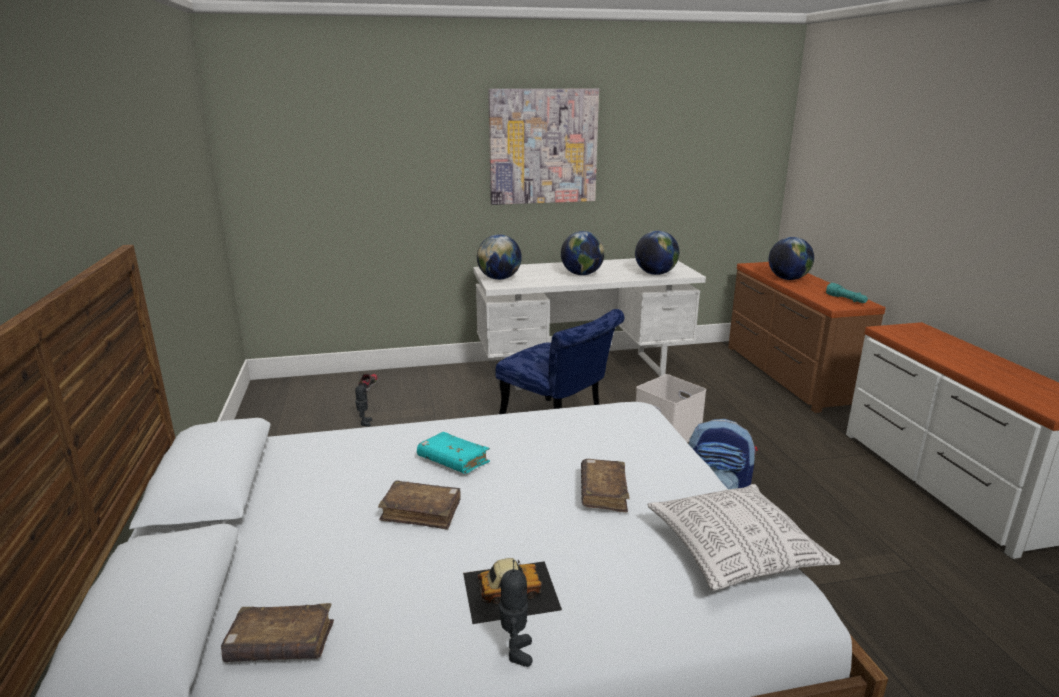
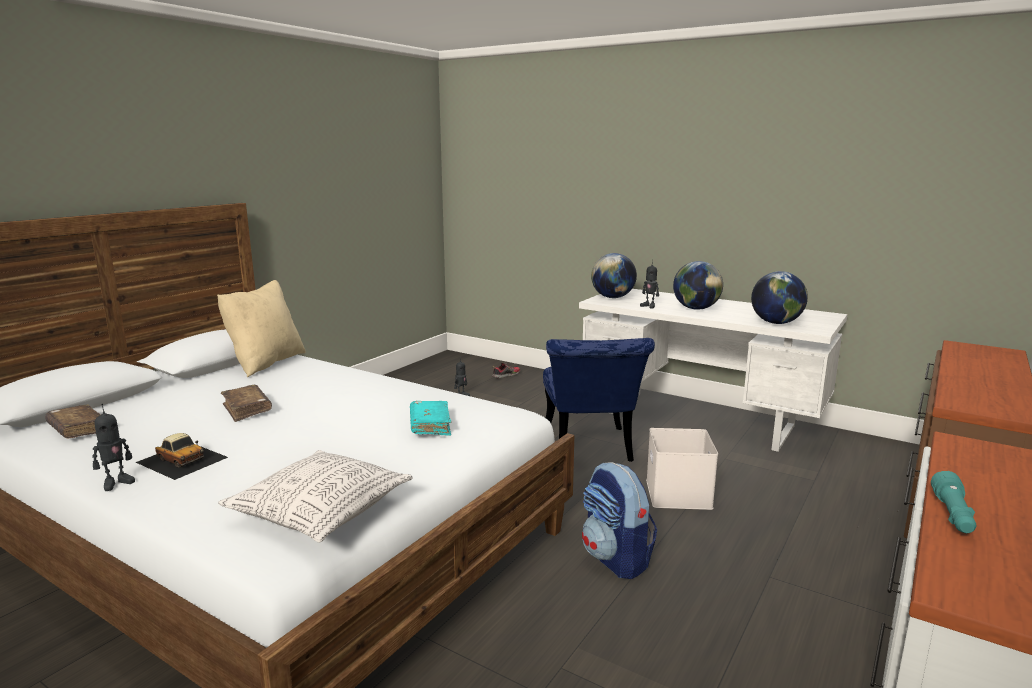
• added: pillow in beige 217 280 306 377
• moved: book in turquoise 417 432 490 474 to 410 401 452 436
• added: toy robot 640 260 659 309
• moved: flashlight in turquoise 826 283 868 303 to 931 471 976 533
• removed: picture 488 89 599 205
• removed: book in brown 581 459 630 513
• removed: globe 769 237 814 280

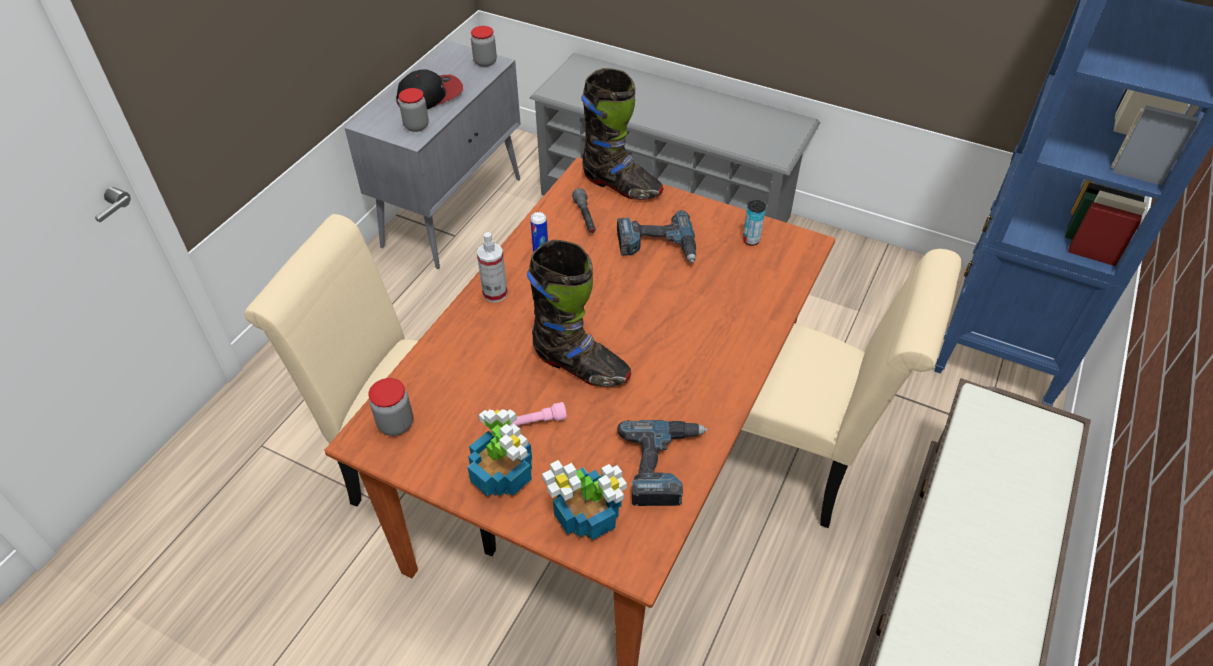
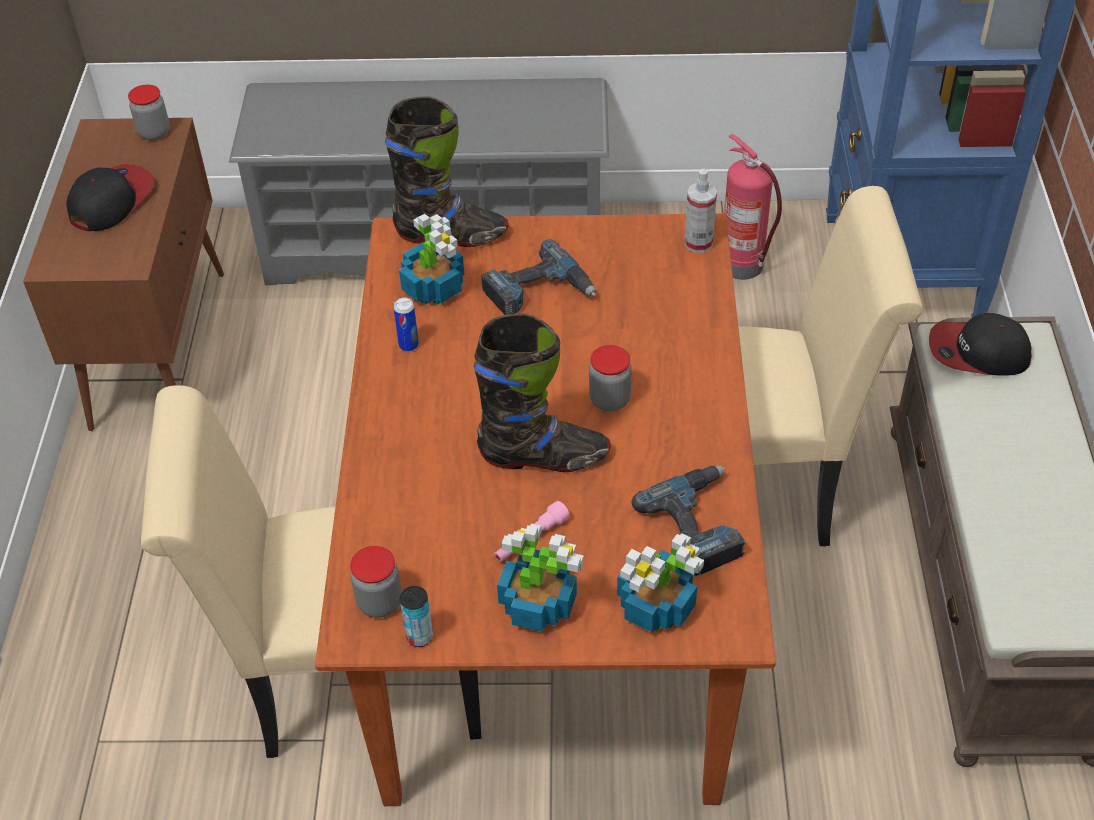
• recoloured: cabinet in grey 345 41 521 269 to cabinet in brown 23 118 224 431
• replaced: flashlight in grey 572 188 596 233 to potted plant 399 214 464 305
• moved: can 743 200 766 246 to 400 586 433 647
• moved: jar 399 88 429 132 to 589 345 632 411
• moved: spray bottle 477 232 508 303 to 684 169 717 253
• added: fire extinguisher 724 134 782 280
• added: cap 929 313 1032 376

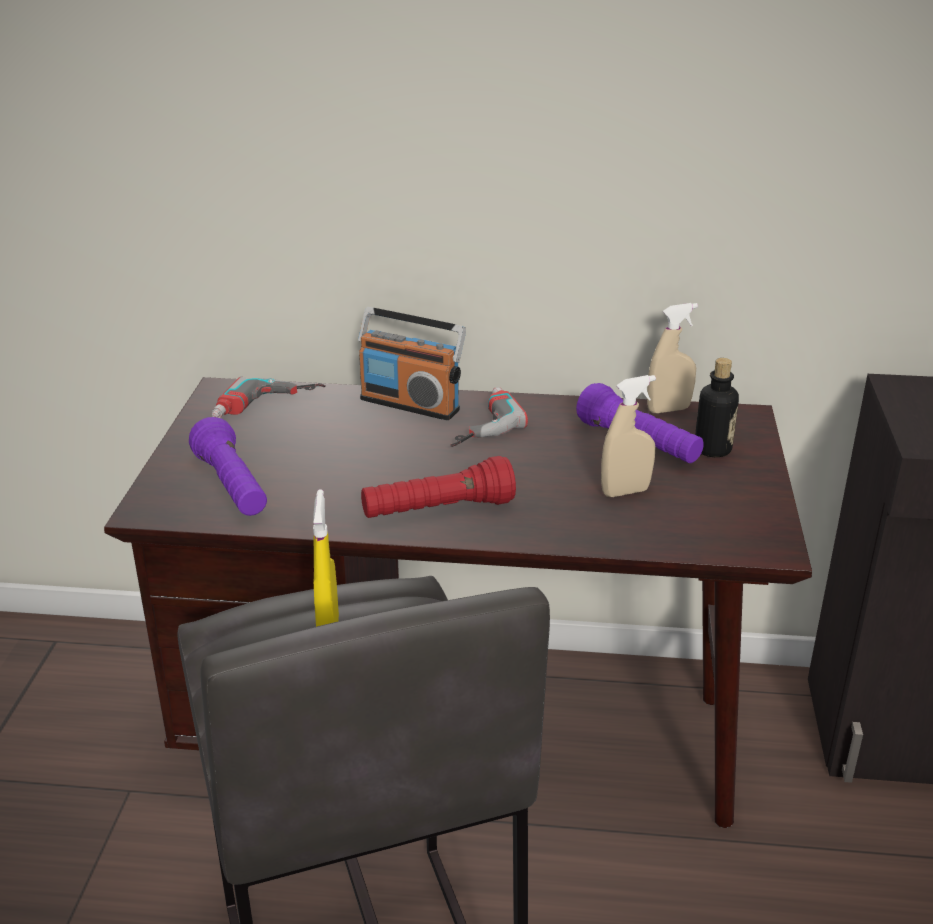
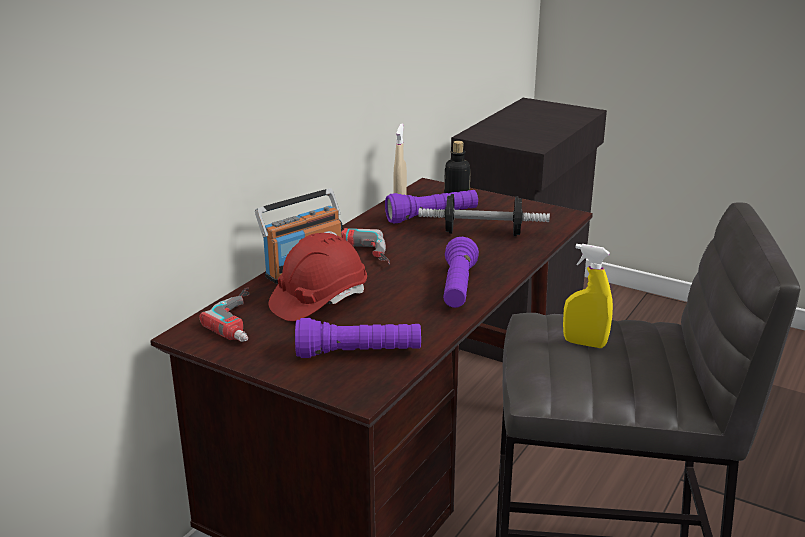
• added: hard hat in red 269 233 367 321
• replaced: spray bottle in beige 601 375 656 497 to dumbbell 418 194 550 236
• recoloured: flashlight in red 361 456 516 518 to flashlight in purple 443 237 479 308

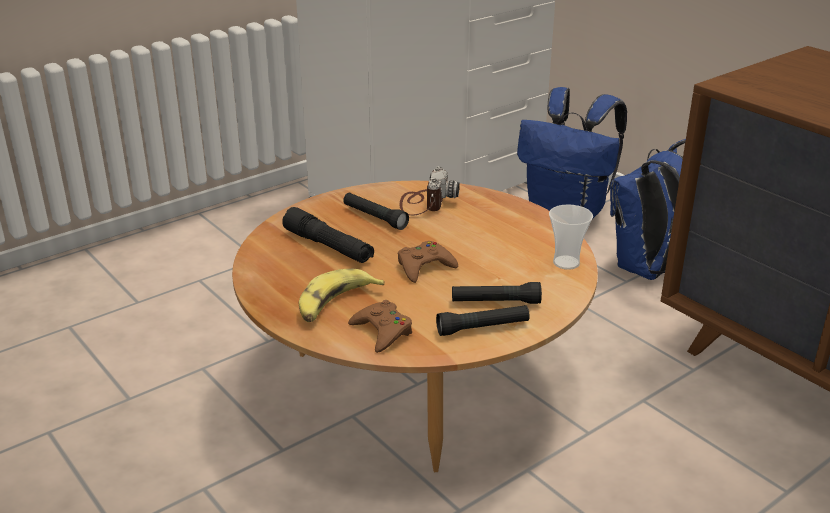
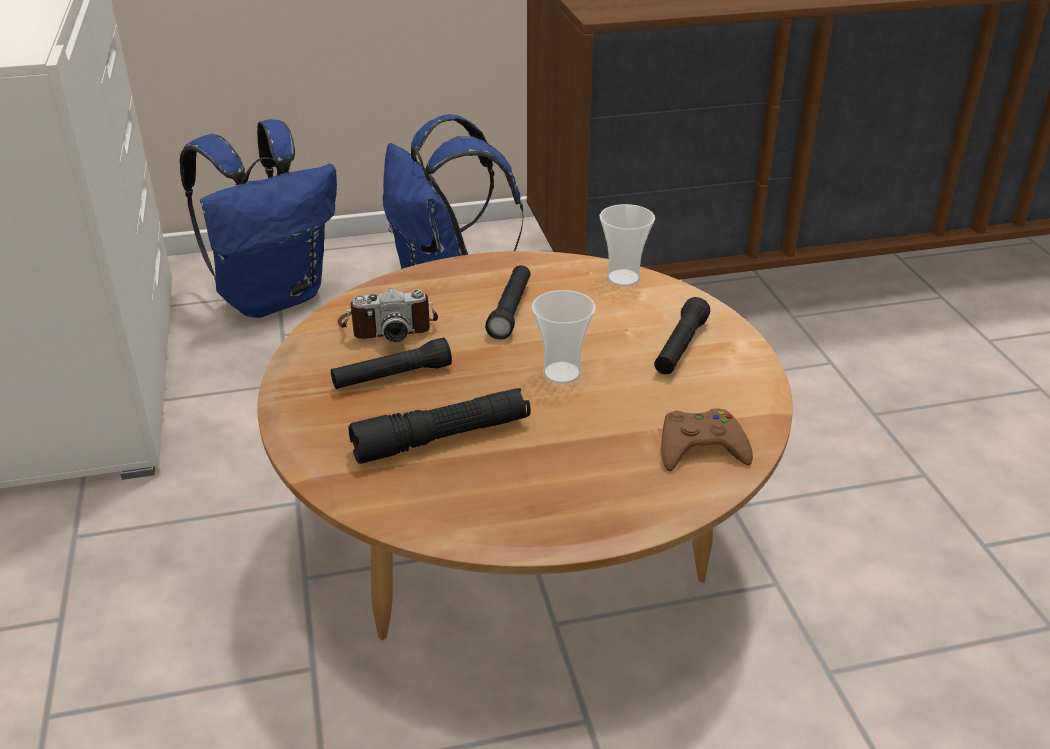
• turned: photo camera 400 166 460 215 = 337 288 438 342 135 degrees clockwise
• moved: flashlight in black 436 305 530 336 to 485 265 531 340
• replaced: game controller in brown 398 241 458 283 to cup 532 290 596 384
• removed: banana 299 269 385 322

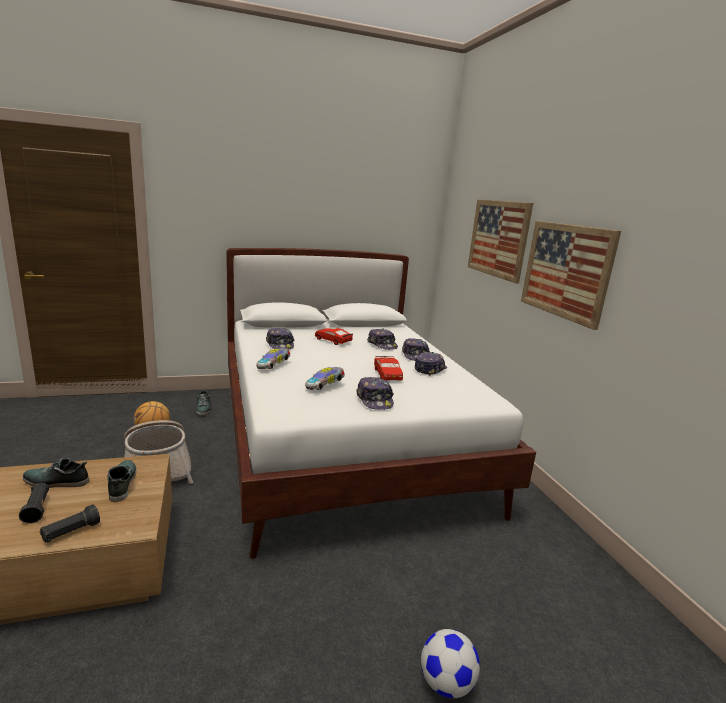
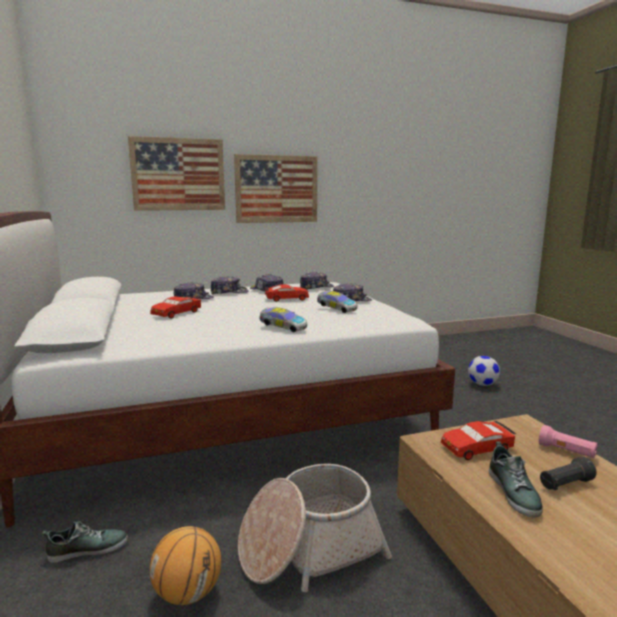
• moved: cap 266 328 294 350 to 300 272 334 290
• replaced: shoe 107 460 137 502 to toy car in red 441 421 516 460
• recoloured: flashlight in black 40 504 100 543 to flashlight in pink 539 425 598 458

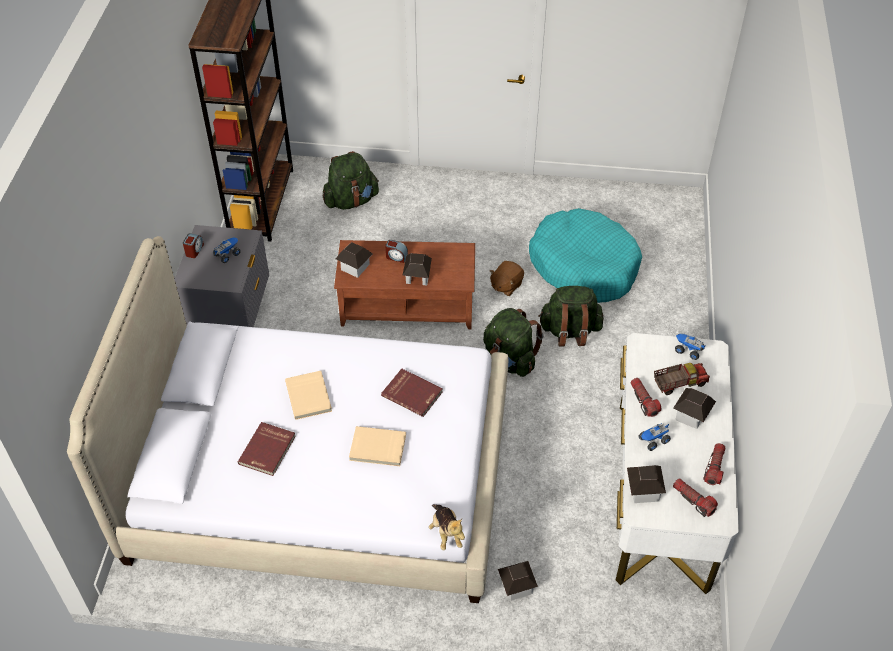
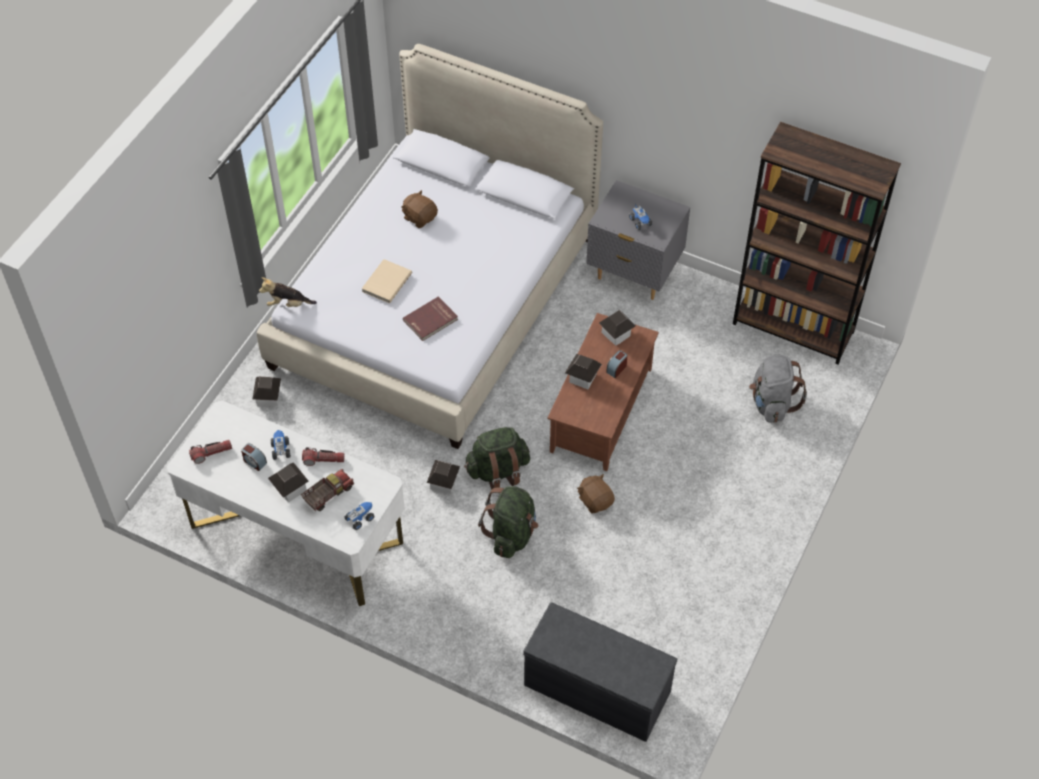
• moved: alarm clock 183 233 204 258 to 241 443 267 471
• turned: toy truck 654 363 710 395 = 301 469 354 511 135 degrees counterclockwise
• replaced: book in red 238 422 296 476 to plush toy in brown 401 190 438 228
• moved: toy house 627 465 666 503 to 427 460 460 494
• added: bench in grey 523 602 677 742
• recoloured: backpack in green 323 151 379 210 to backpack in grey 749 355 807 423
• removed: book in beige 285 371 332 420
• removed: dog bed in turquoise 529 208 642 303
• removed: flashlight 703 443 725 485

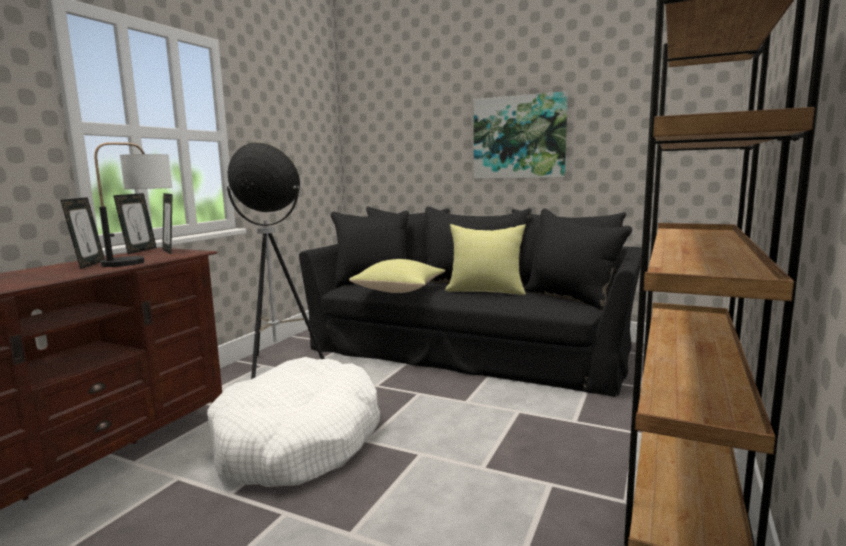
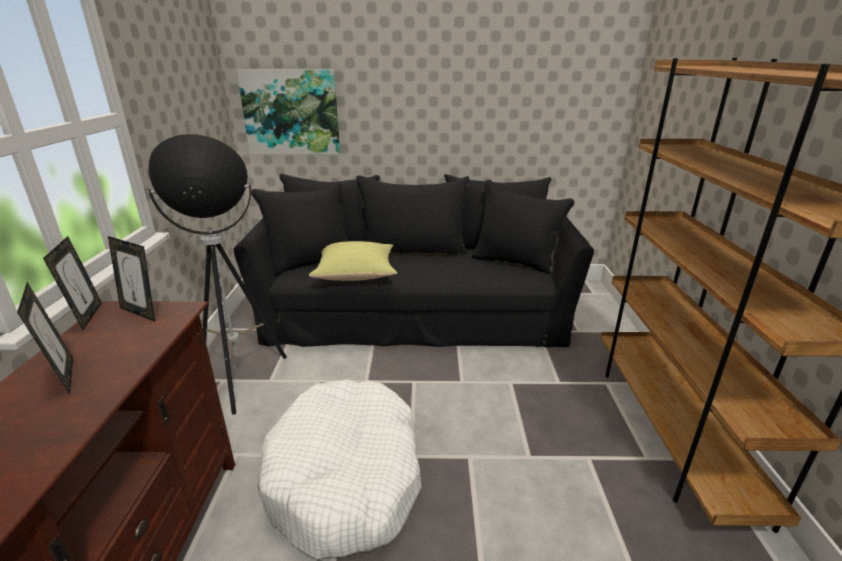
• moved: picture 474 91 568 179 to 237 70 340 154
• removed: table lamp 94 142 172 267
• removed: pillow in yellow 445 224 526 295

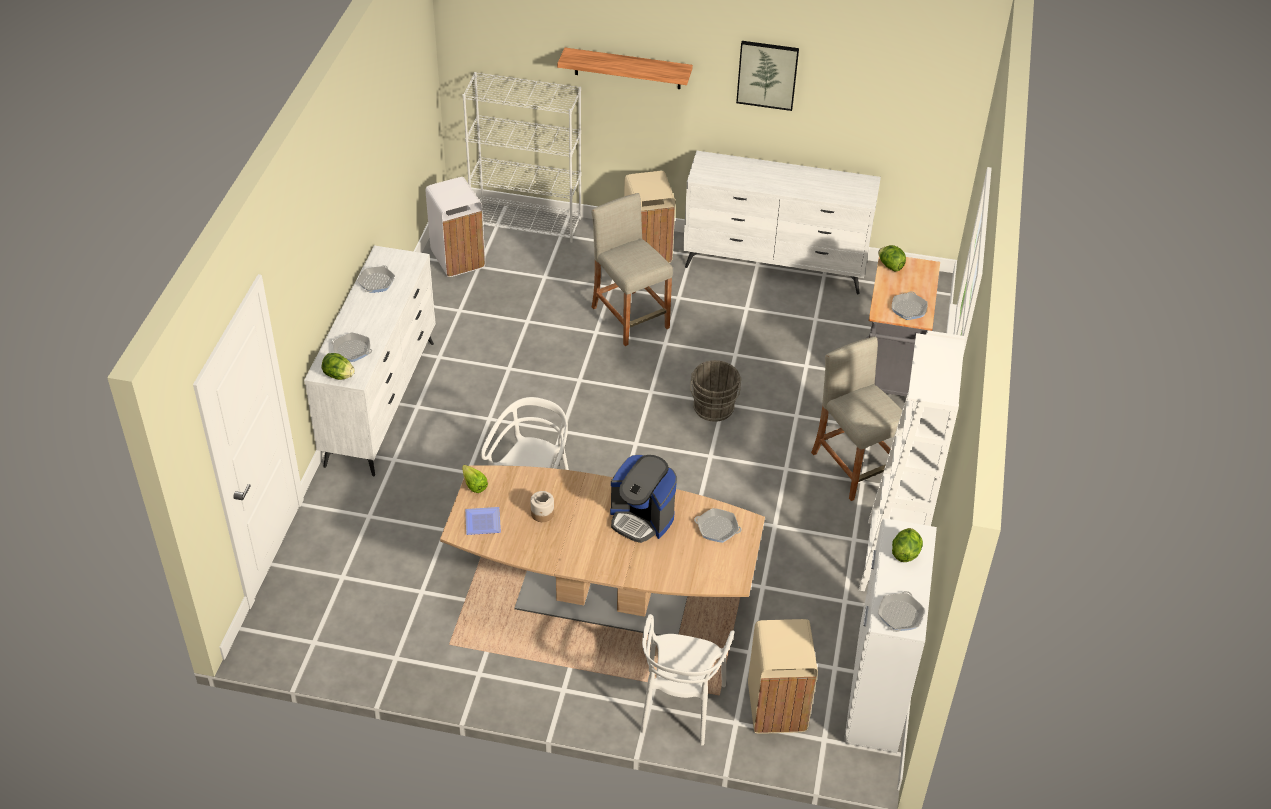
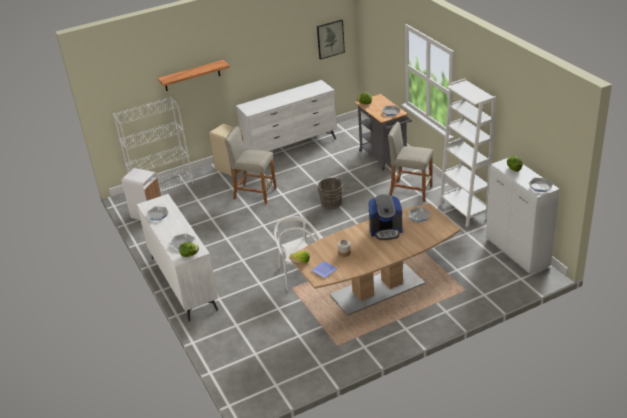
• moved: picture 736 41 799 111 to 317 20 345 60
• removed: chair in white 641 614 735 746
• removed: trash can in beige 748 619 818 734

